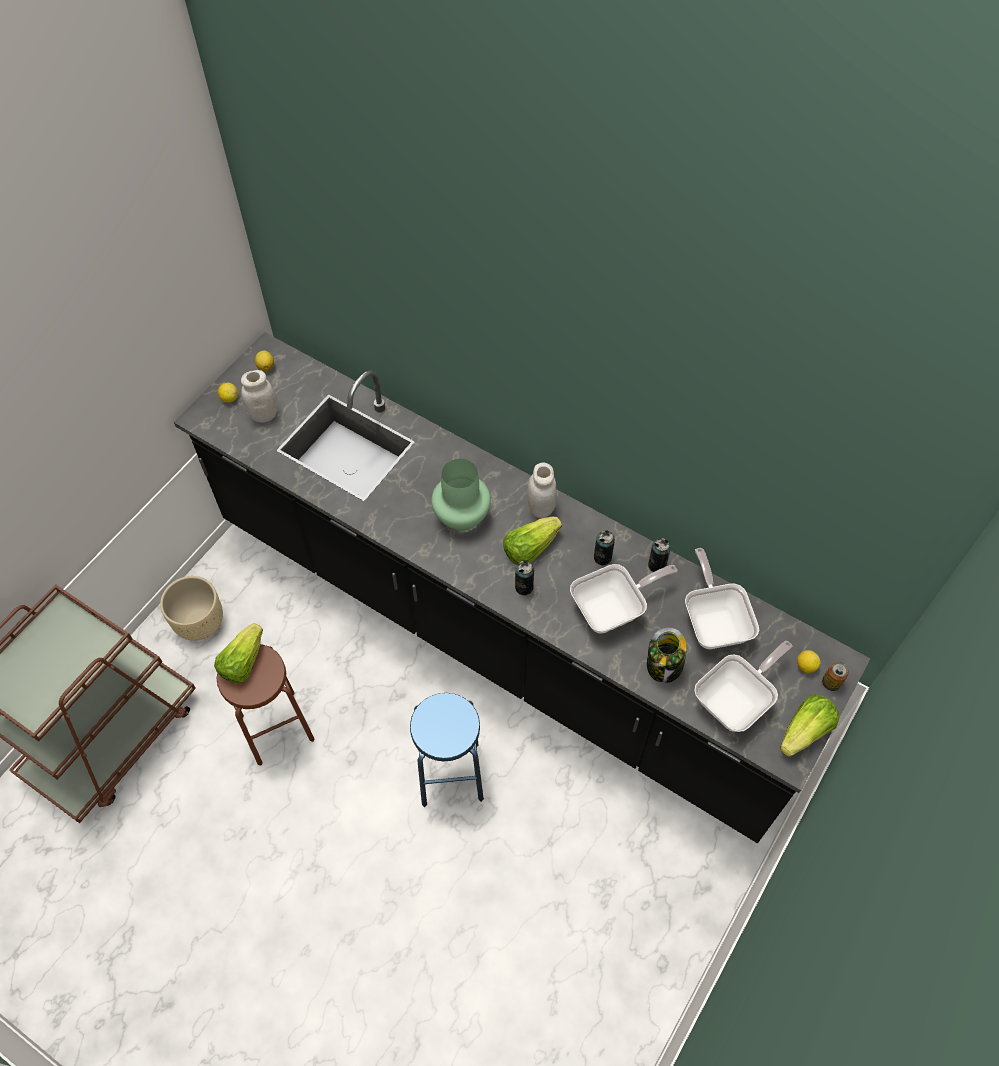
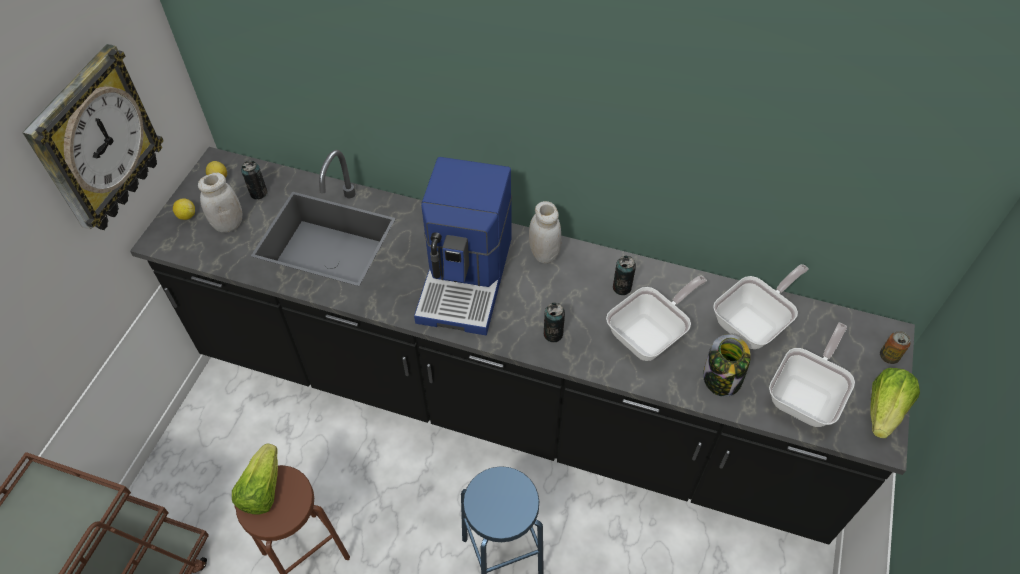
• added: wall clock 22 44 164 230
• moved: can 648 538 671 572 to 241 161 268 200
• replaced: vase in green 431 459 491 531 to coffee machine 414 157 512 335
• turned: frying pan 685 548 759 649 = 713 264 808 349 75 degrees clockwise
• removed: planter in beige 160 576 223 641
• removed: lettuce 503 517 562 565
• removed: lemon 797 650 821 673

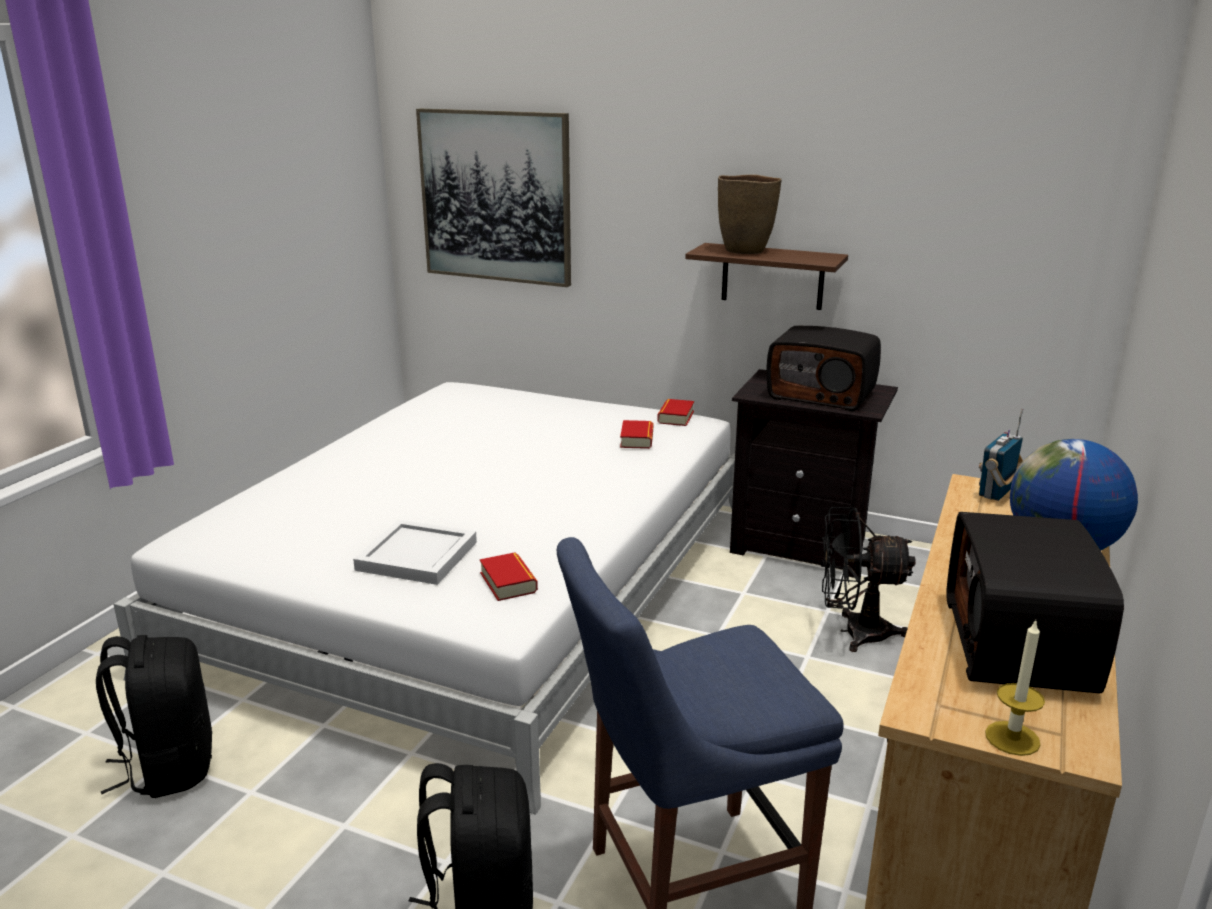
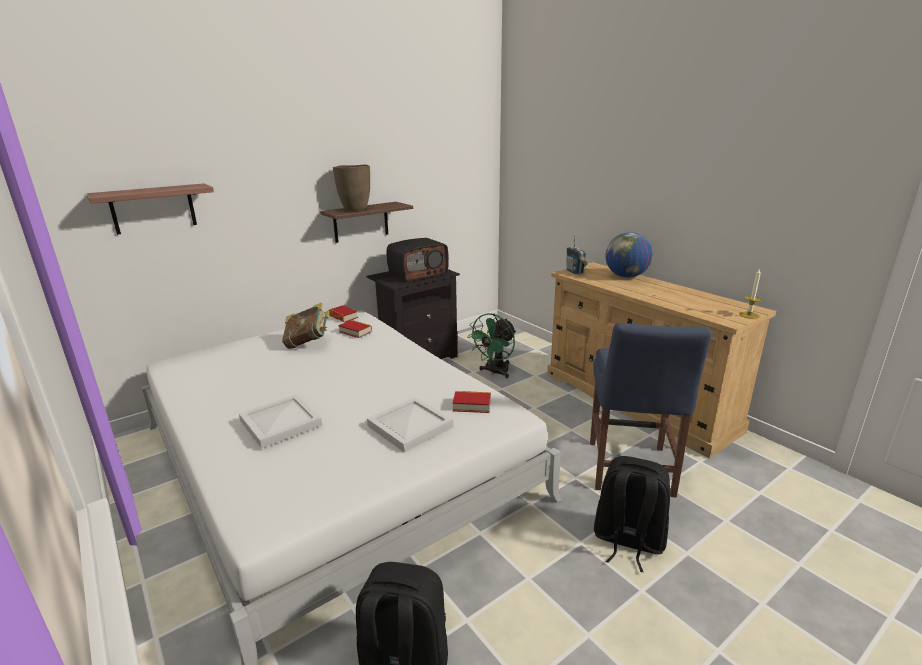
• replaced: picture 416 108 571 287 to shelf 86 184 214 235
• added: tray in white 239 394 322 449
• added: book 282 303 329 349
• recoloured: fan in black 821 507 916 652 to fan in green 467 313 516 378
• removed: radio 946 512 1124 694

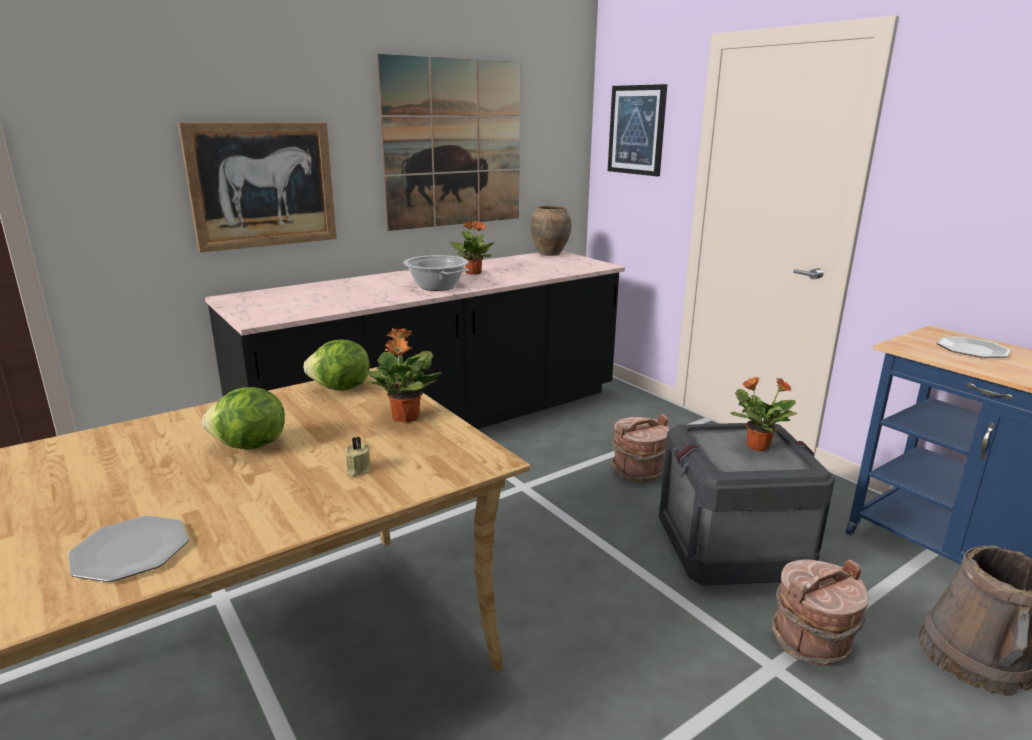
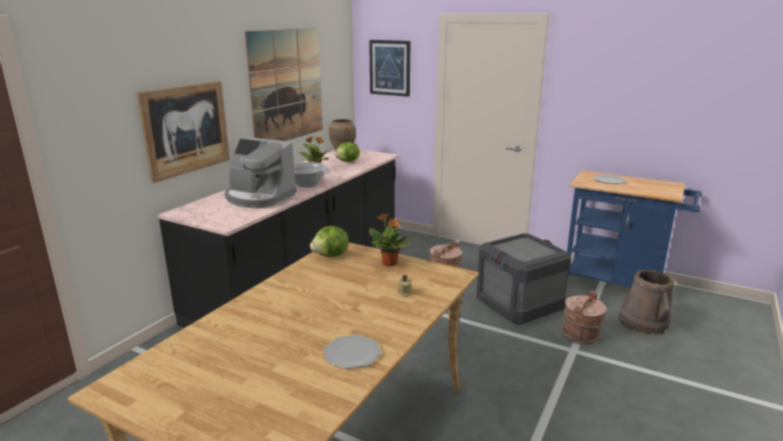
• added: coffee machine 225 137 297 208
• moved: lettuce 202 387 285 450 to 334 142 360 162
• removed: potted plant 731 376 797 451

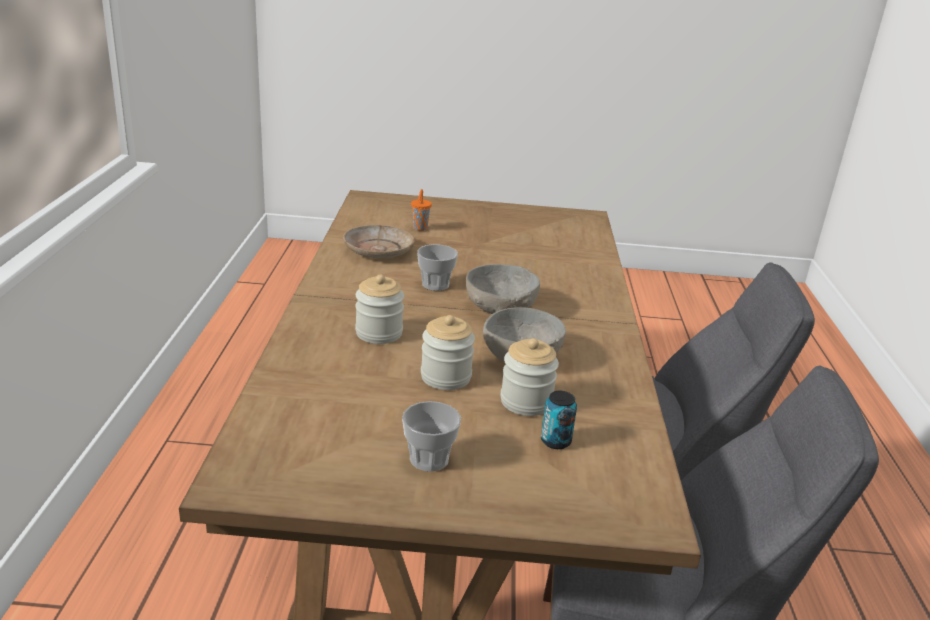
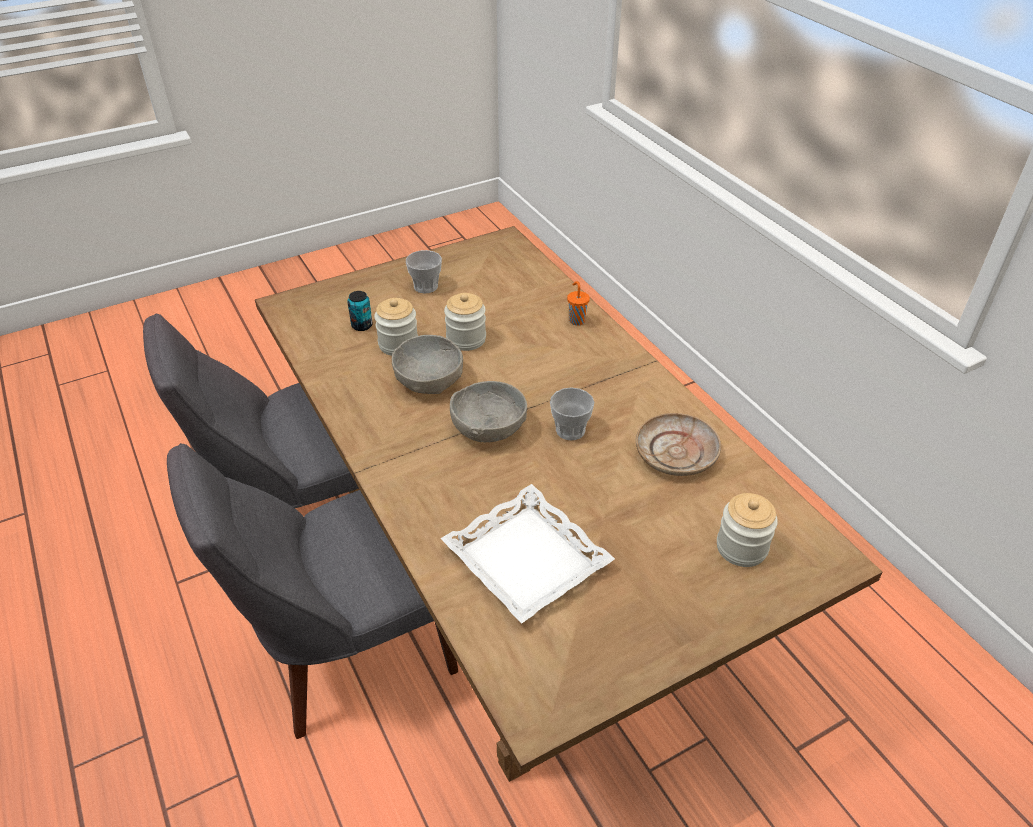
• added: tray in white 440 484 615 624
• moved: cup in orange 411 189 432 231 to 567 281 590 326
• moved: jar 355 274 404 344 to 717 493 778 567

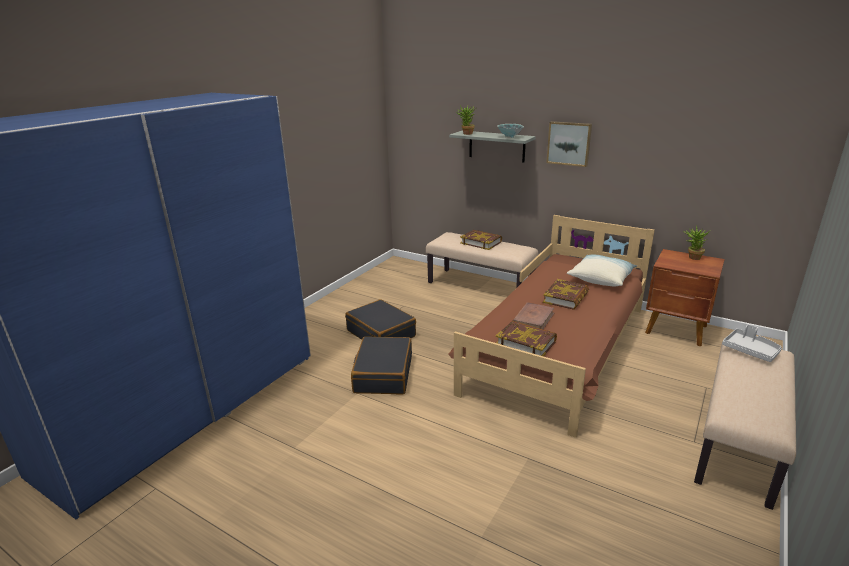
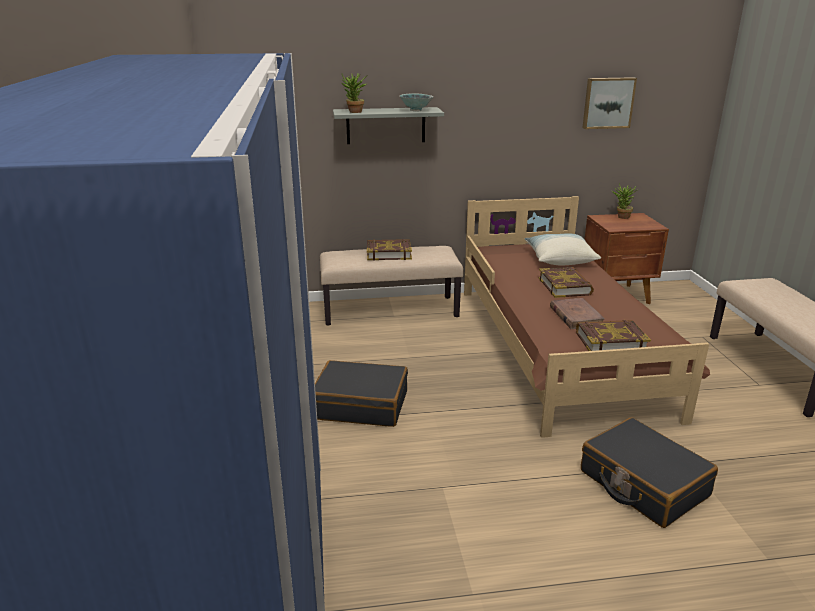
• moved: suitcase in black 351 337 412 394 to 581 417 718 528
• moved: picture 546 121 592 167 to 583 77 637 129
• removed: tray in grey 722 324 782 362

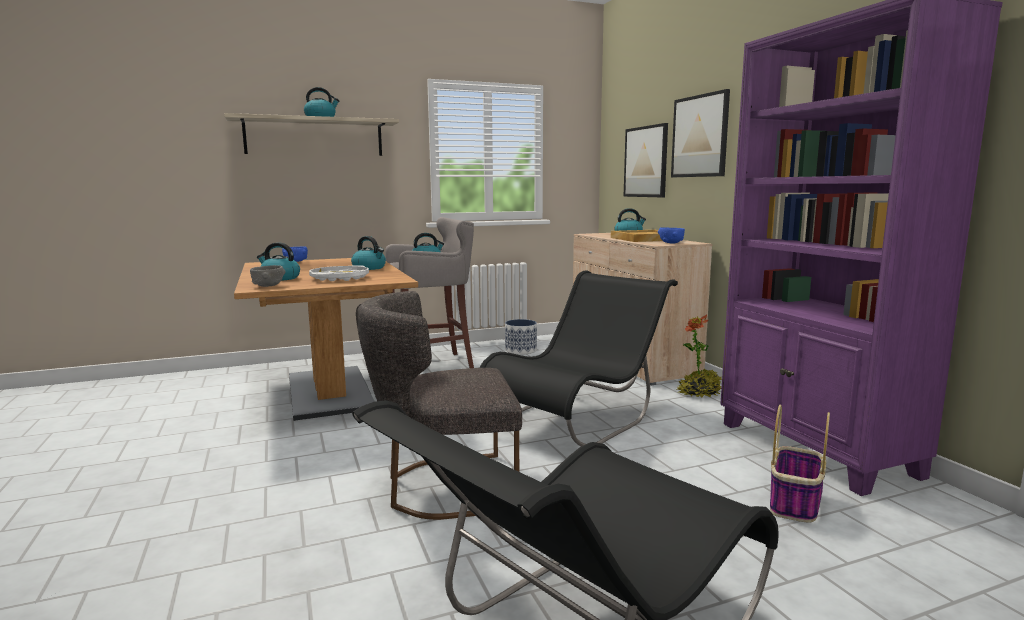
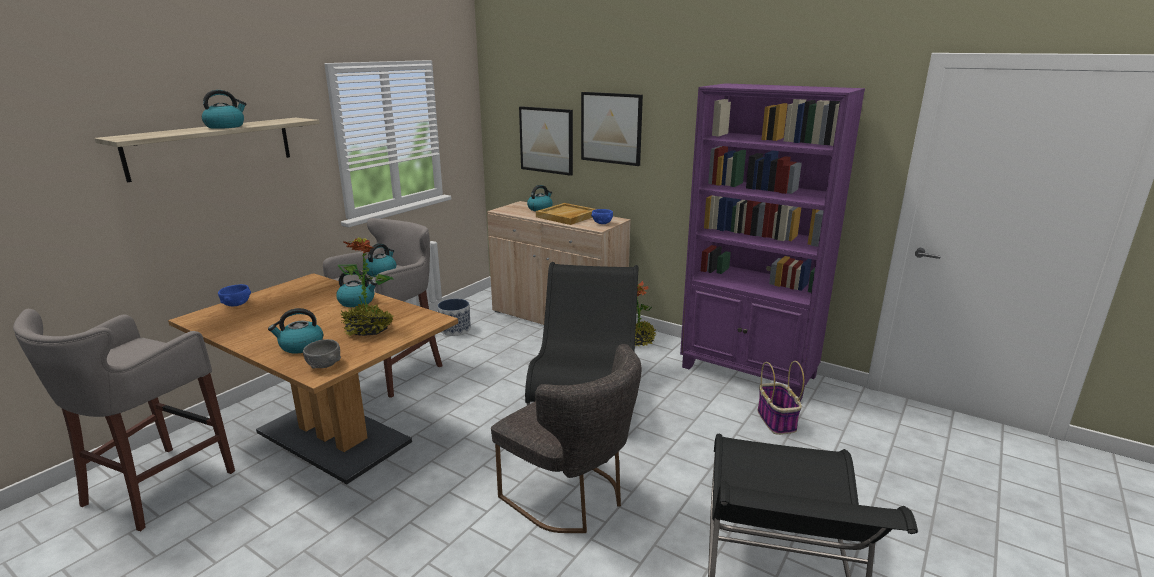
• added: stool in grey 13 309 235 531
• replaced: tray in white 309 265 369 281 to potted plant 338 237 394 336
• turned: chair in grey 356 291 522 520 = 491 344 642 533 90 degrees counterclockwise

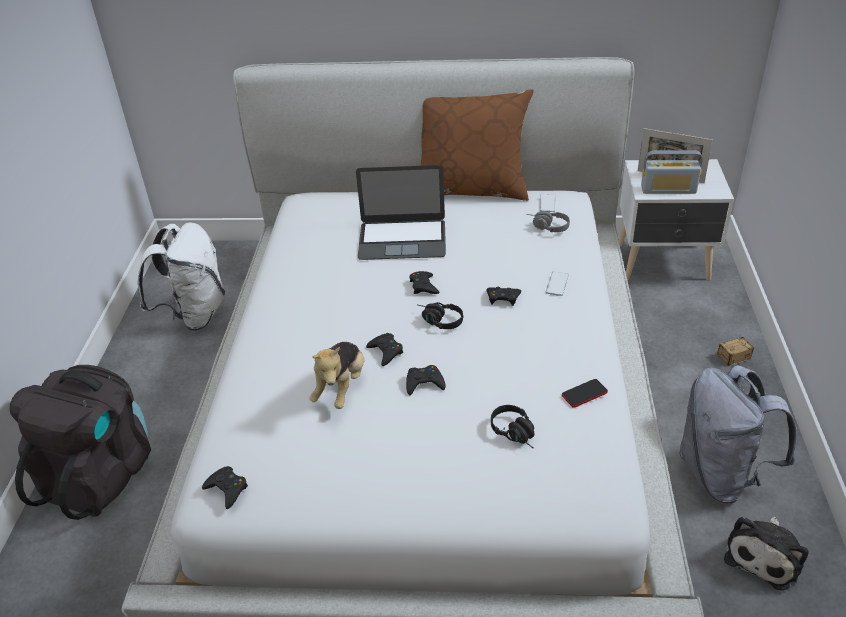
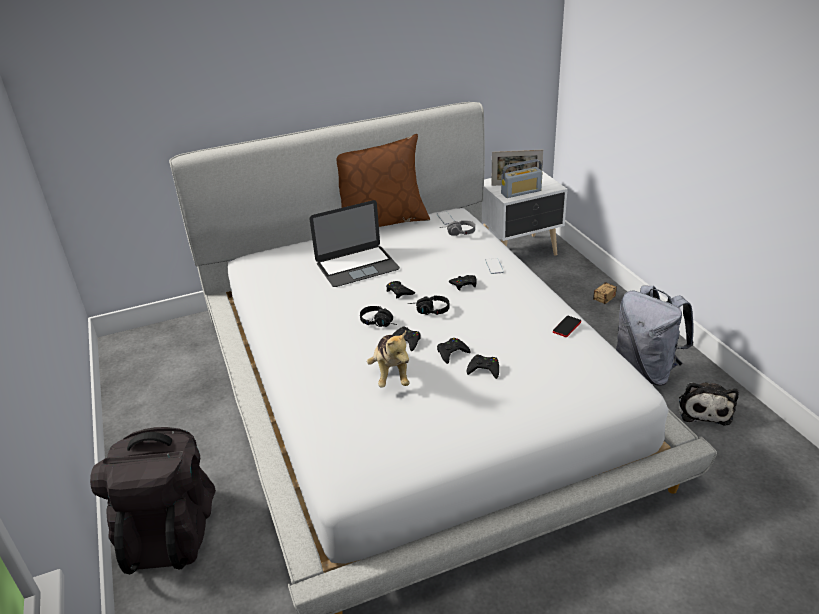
• moved: headphones in black 491 405 535 449 to 360 306 397 327
• moved: game controller in black 202 466 248 509 to 466 354 499 379
• removed: backpack in white 138 222 225 331

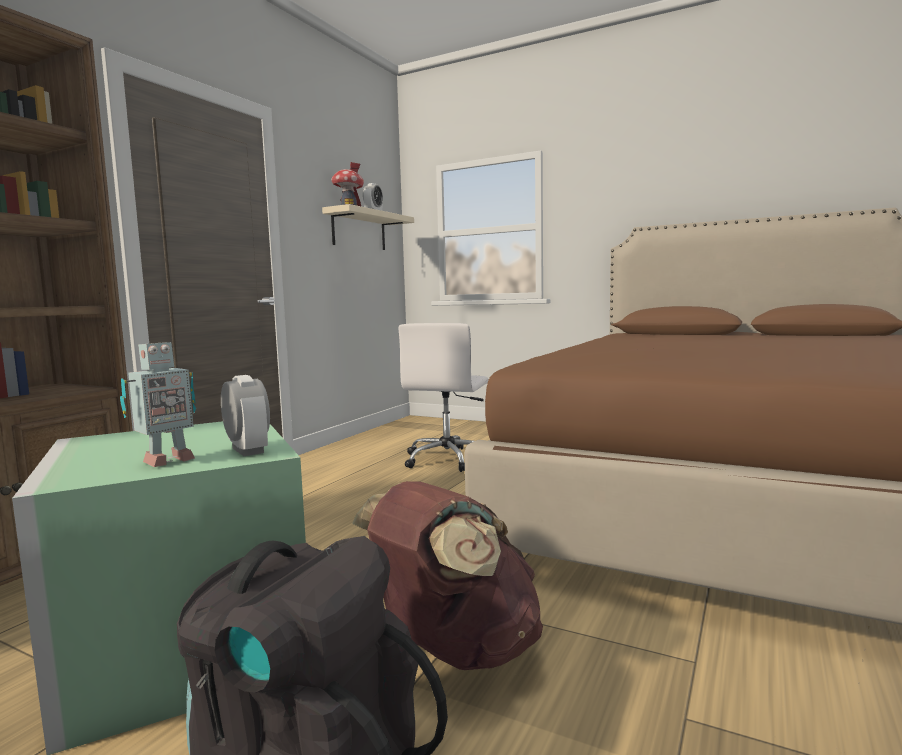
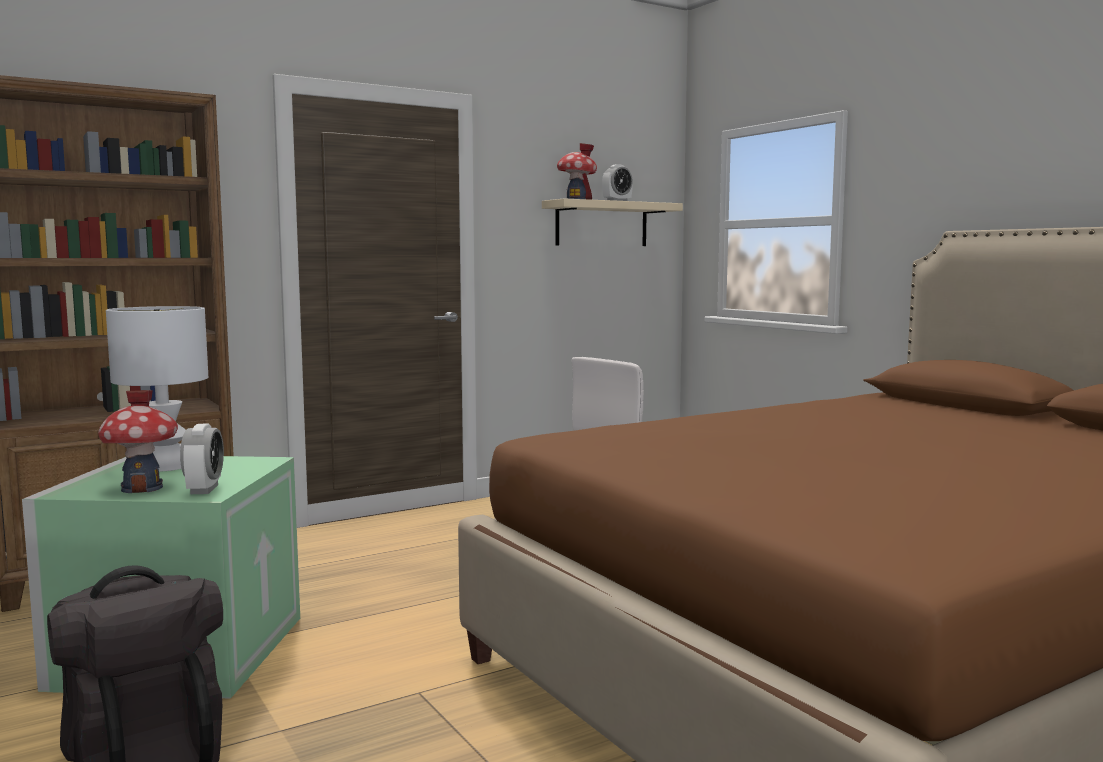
• replaced: toy robot 120 342 196 467 to toy house 98 390 178 493
• added: table lamp in white 106 306 208 472
• removed: backpack in brown 352 481 543 670

